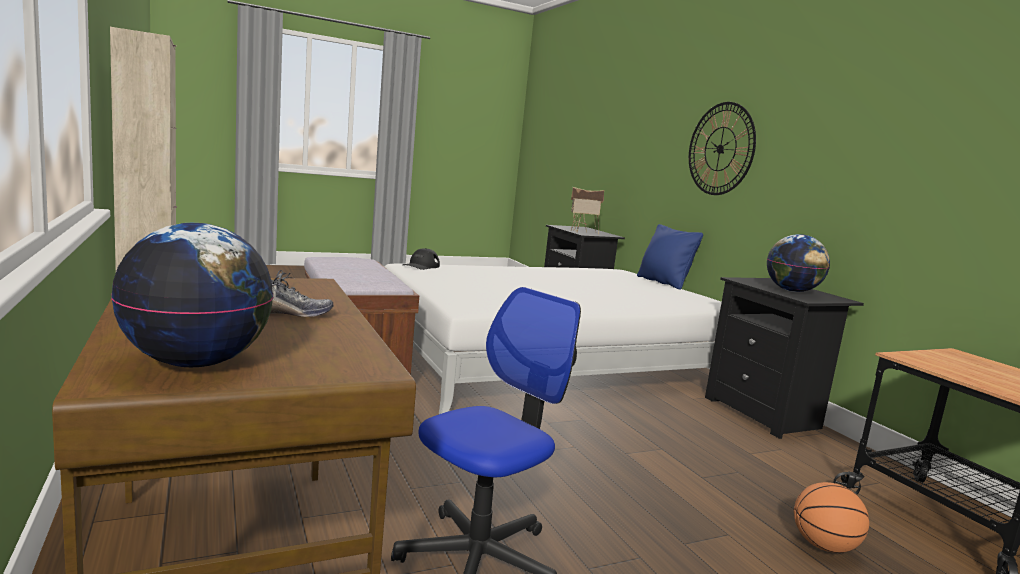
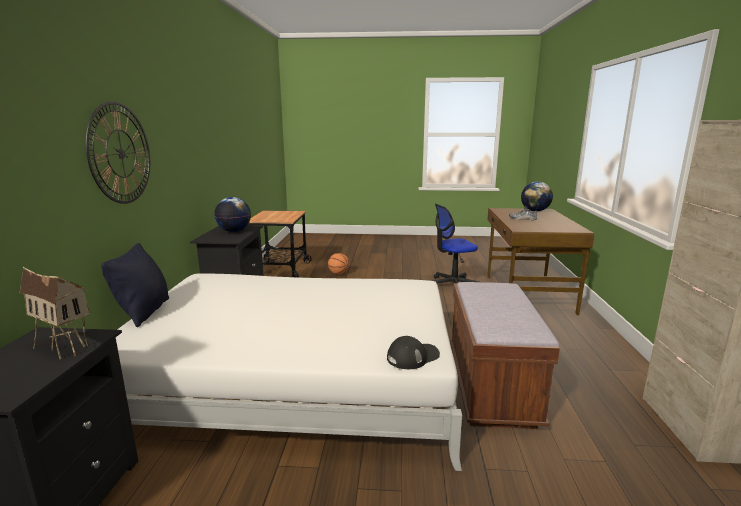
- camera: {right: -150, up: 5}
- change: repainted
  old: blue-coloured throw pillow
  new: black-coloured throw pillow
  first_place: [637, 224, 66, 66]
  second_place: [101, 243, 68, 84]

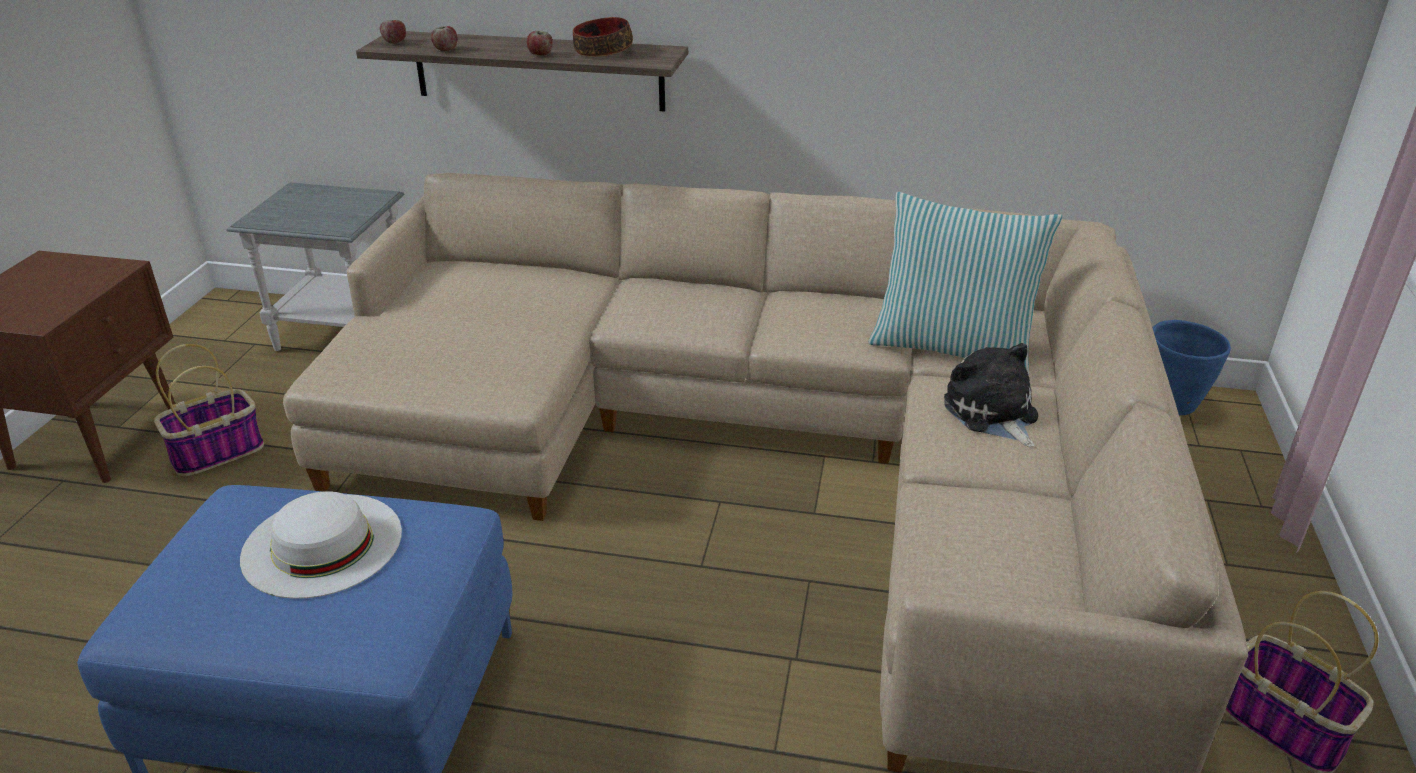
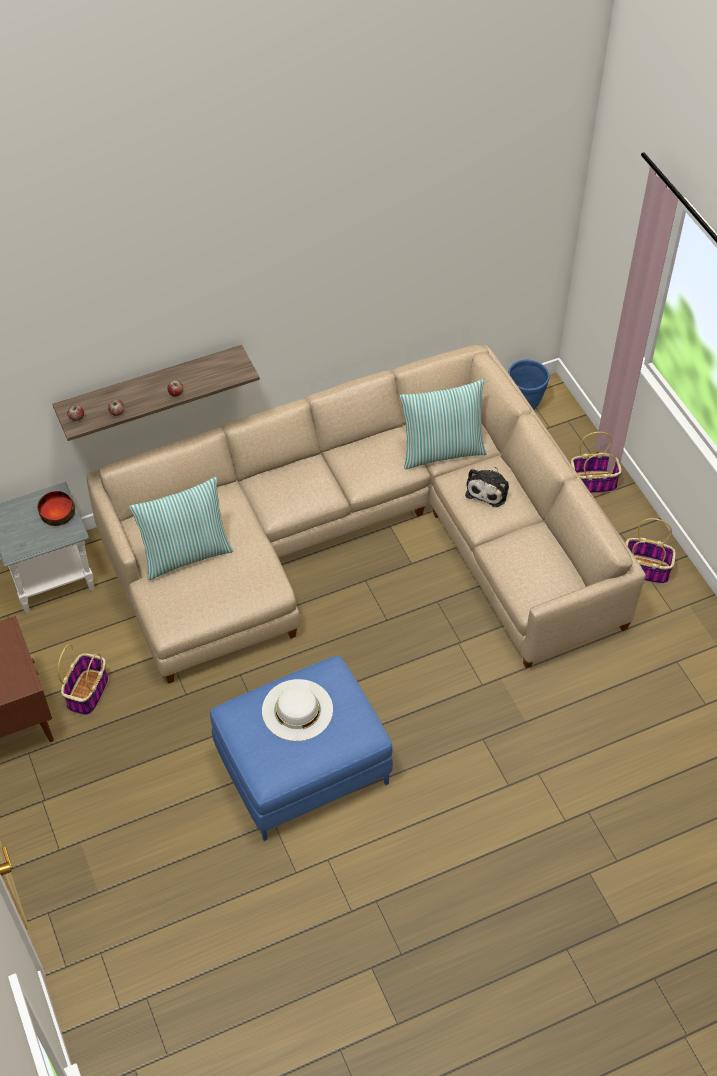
- camera: {right: -35, up: 20}
- change: shifted
  old: serving bowl
  first_place: [573, 17, 60, 40]
  second_place: [37, 491, 38, 35]
- change: rotated
  old: cuddly toy
  first_place: [944, 343, 94, 104]
  second_place: [465, 467, 44, 40]
  degrees: -105
- change: new
  new: storage basket
  second_place: [571, 432, 51, 62]
- change: new
  new: throw pillow
  second_place: [129, 477, 104, 103]

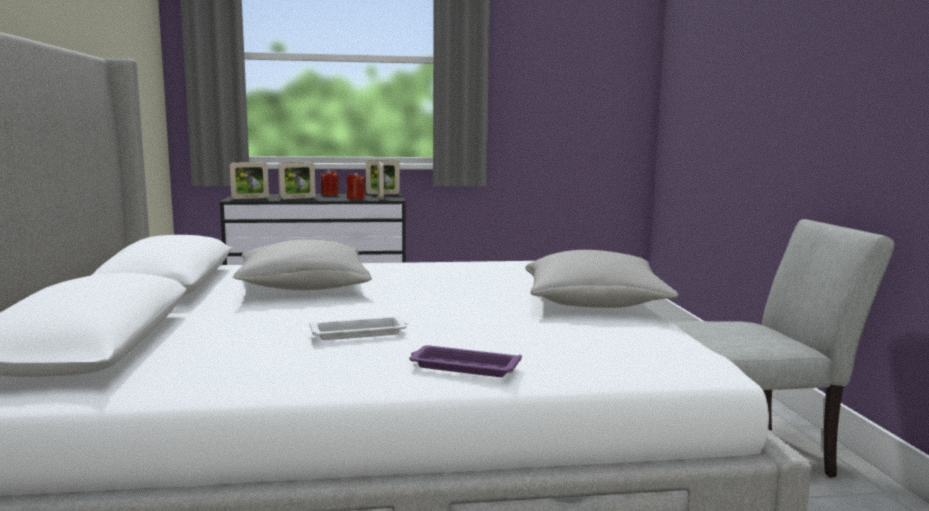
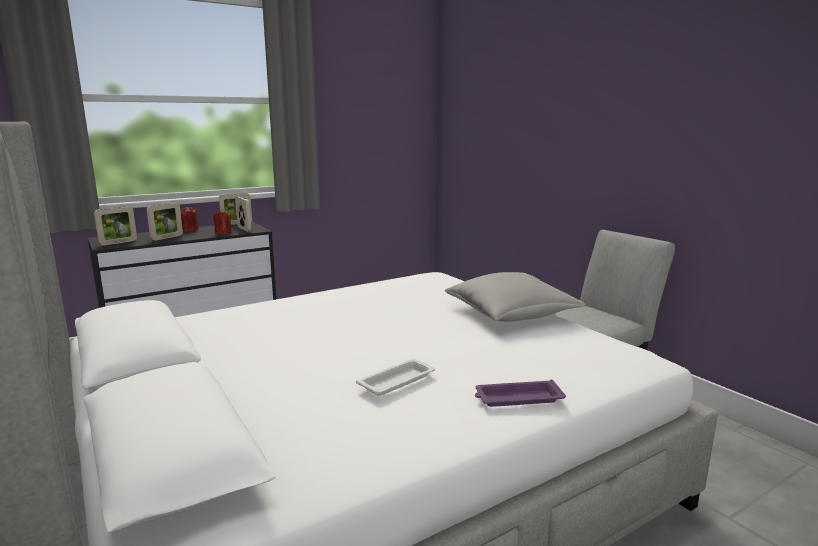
- camera: {right: -25, up: 5}
- change: gone
  old: grey throw pillow
  first_place: [233, 240, 139, 50]

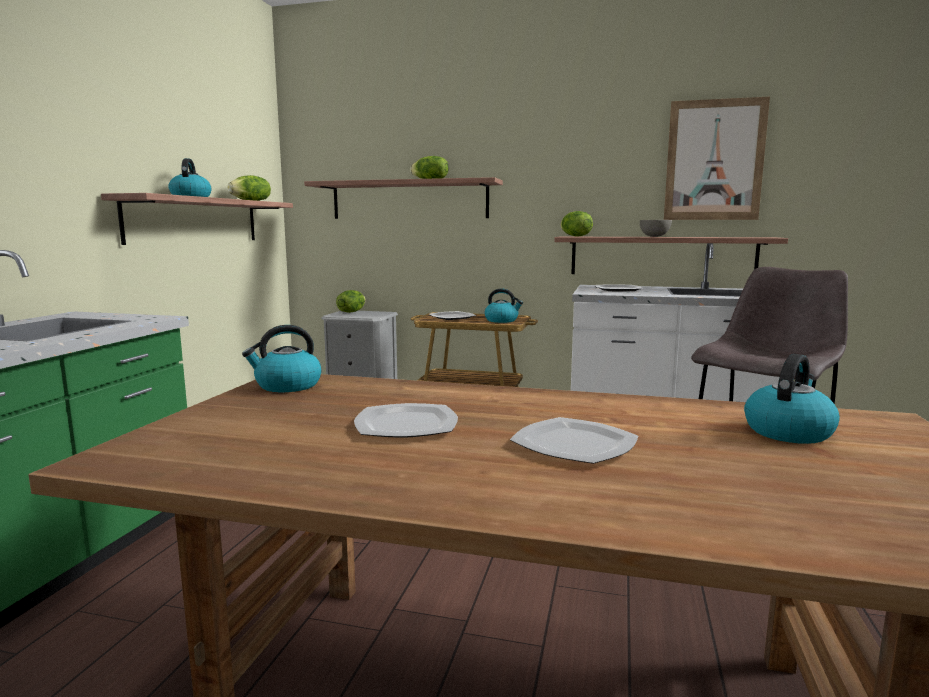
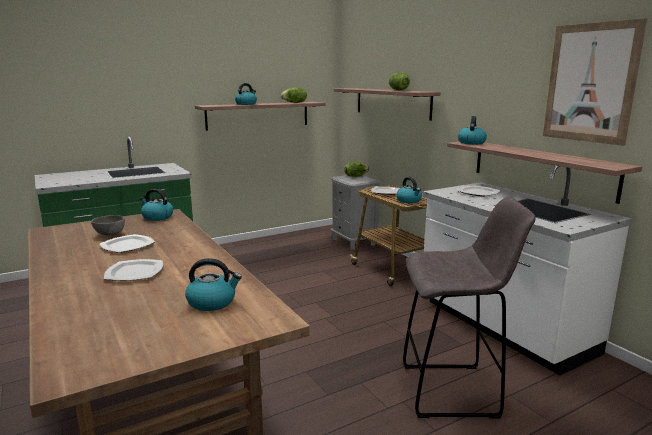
- camera: {right: 45, up: 5}
- change: swapped
  old: lettuce head
  new: tea kettle
  first_place: [560, 211, 33, 26]
  second_place: [458, 116, 29, 29]
- change: shifted
  old: grey serving bowl
  first_place: [640, 220, 32, 17]
  second_place: [91, 215, 34, 20]

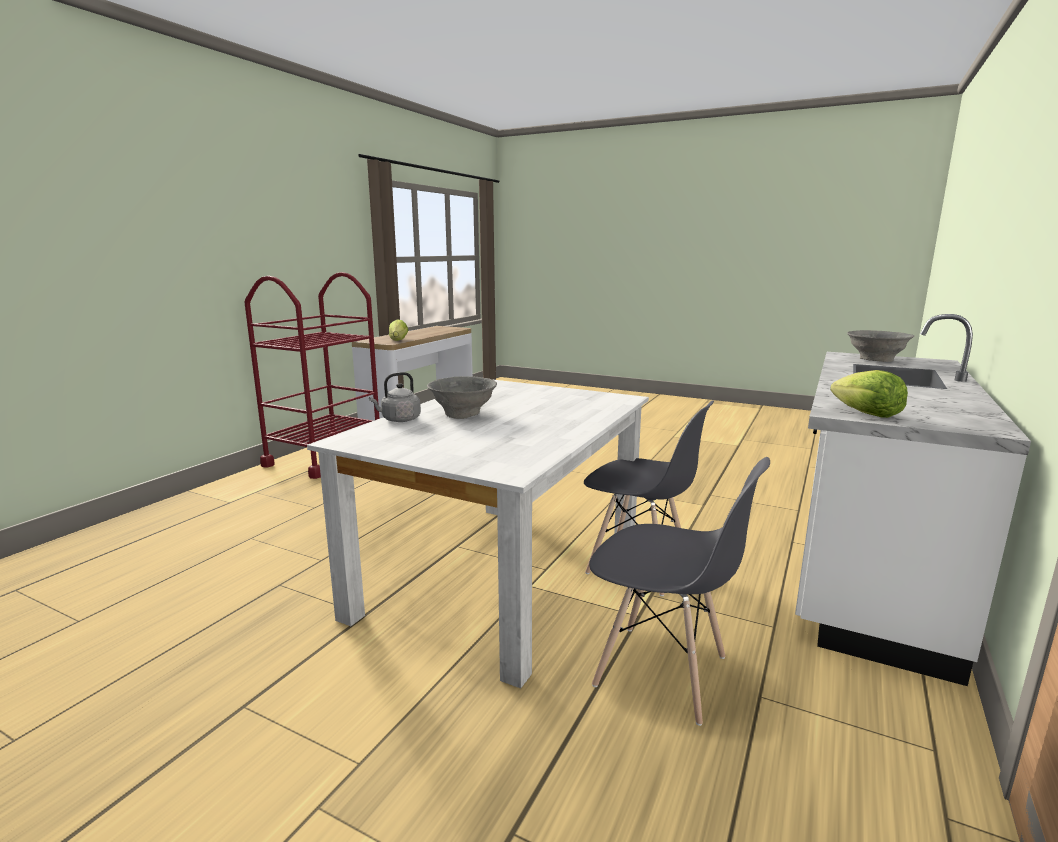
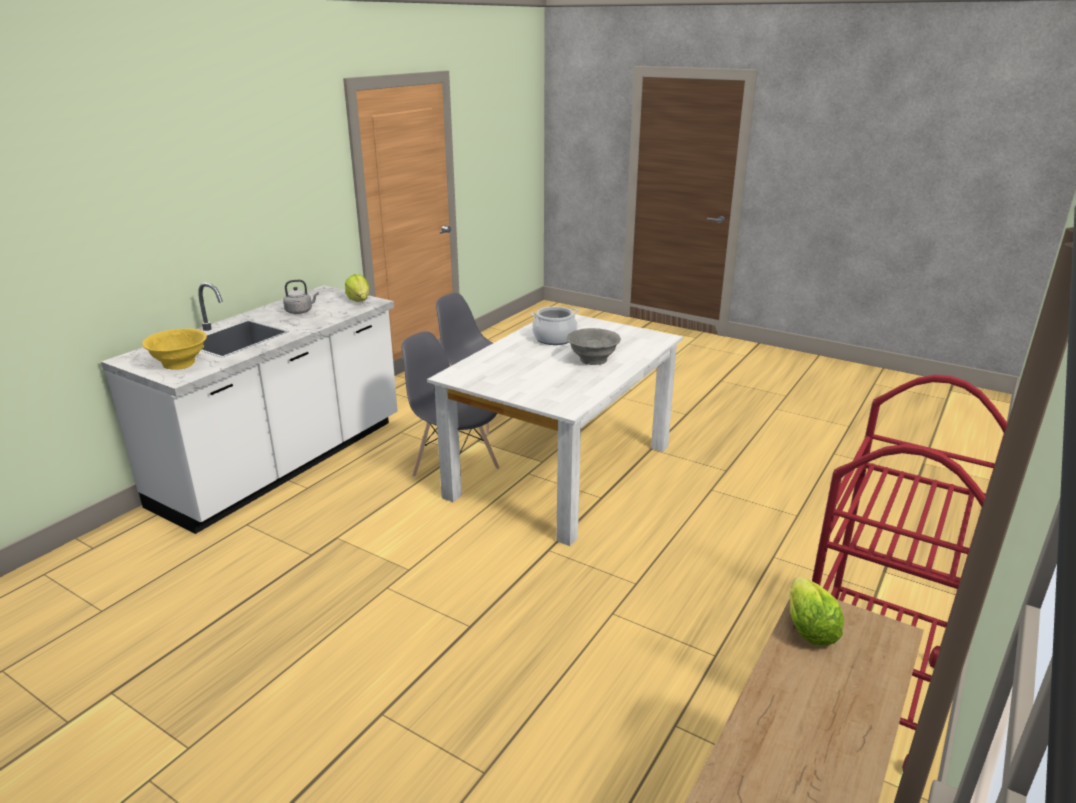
- camera: {right: -175, up: 10}
- change: repainted
  old: grey serving bowl
  new: yellowish serving bowl
  first_place: [847, 330, 67, 32]
  second_place: [142, 328, 65, 42]
- change: shifted
  old: grey tea kettle
  first_place: [369, 372, 52, 50]
  second_place: [283, 280, 36, 34]
- change: new
  new: stockpot
  second_place: [531, 307, 48, 38]

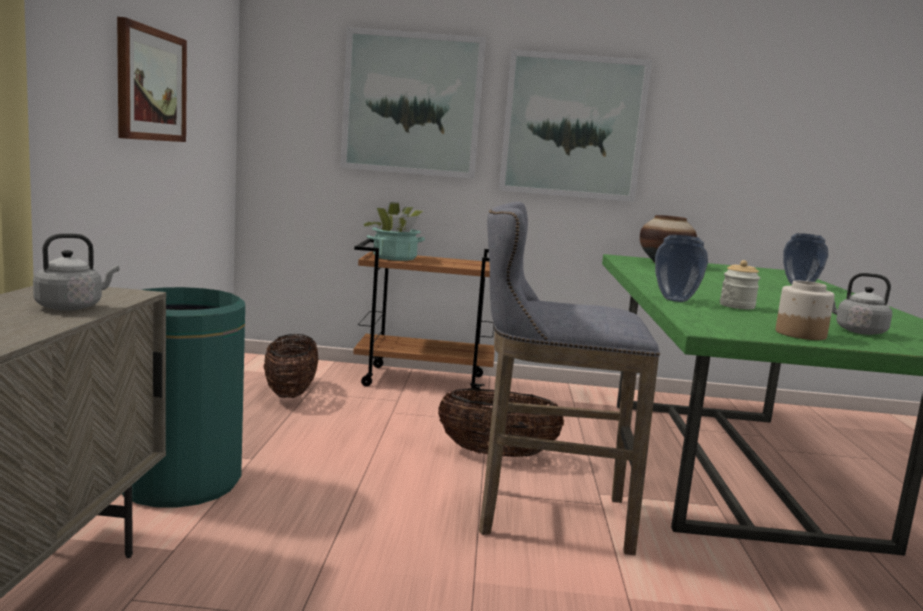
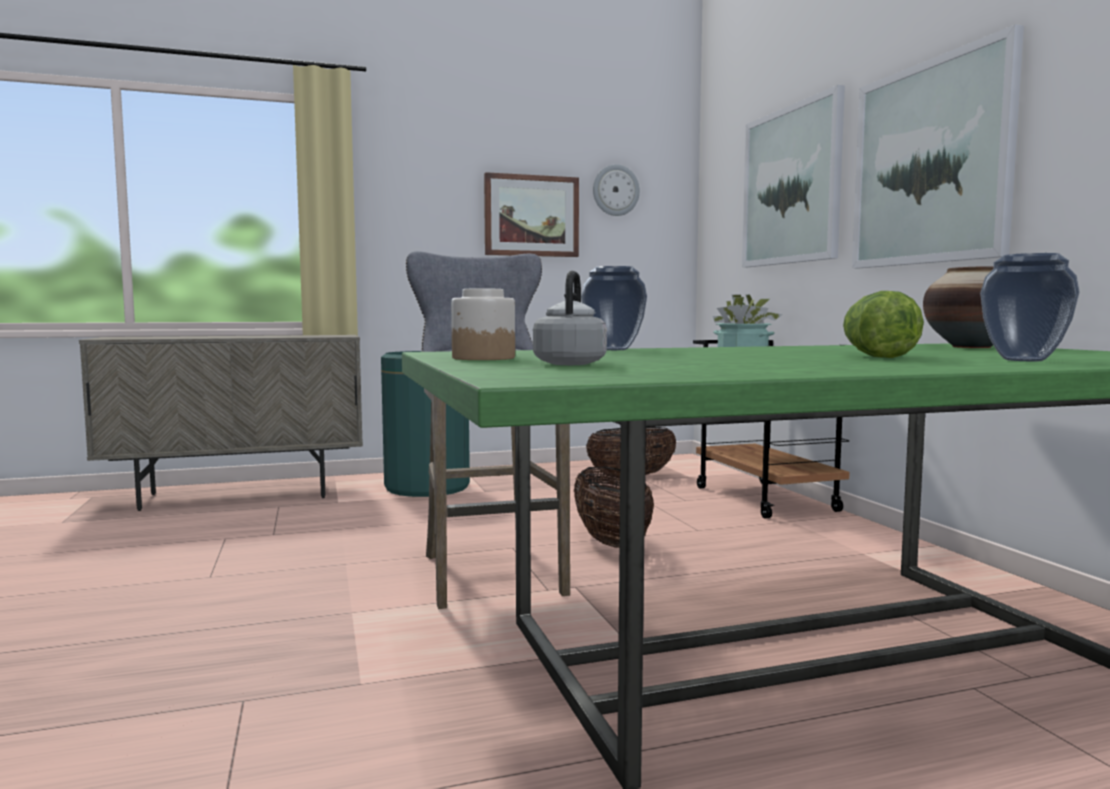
- camera: {right: 70, up: -5}
- change: gone
  old: grey tea kettle
  first_place: [33, 233, 86, 78]
- change: gone
  old: storage jar
  first_place: [720, 260, 40, 49]
- change: new
  new: clock on the wall
  second_place: [593, 164, 47, 52]
- change: new
  new: lettuce head
  second_place: [843, 291, 81, 67]

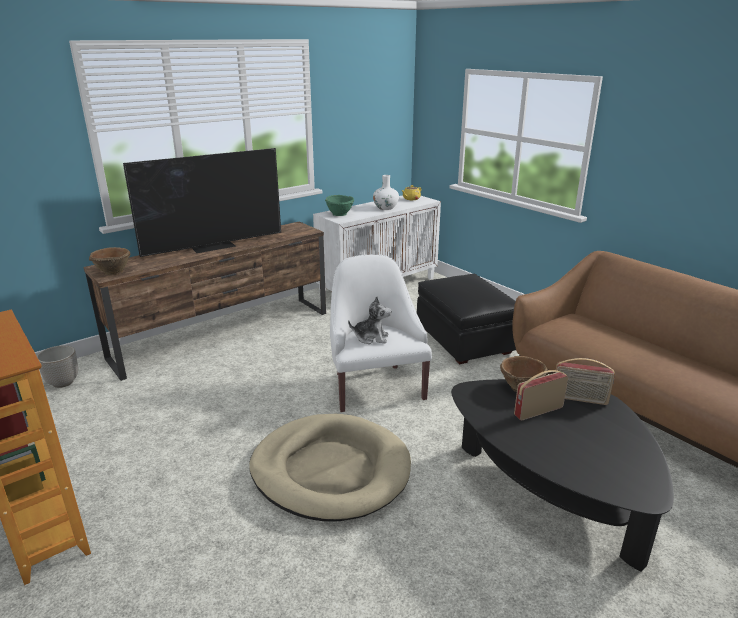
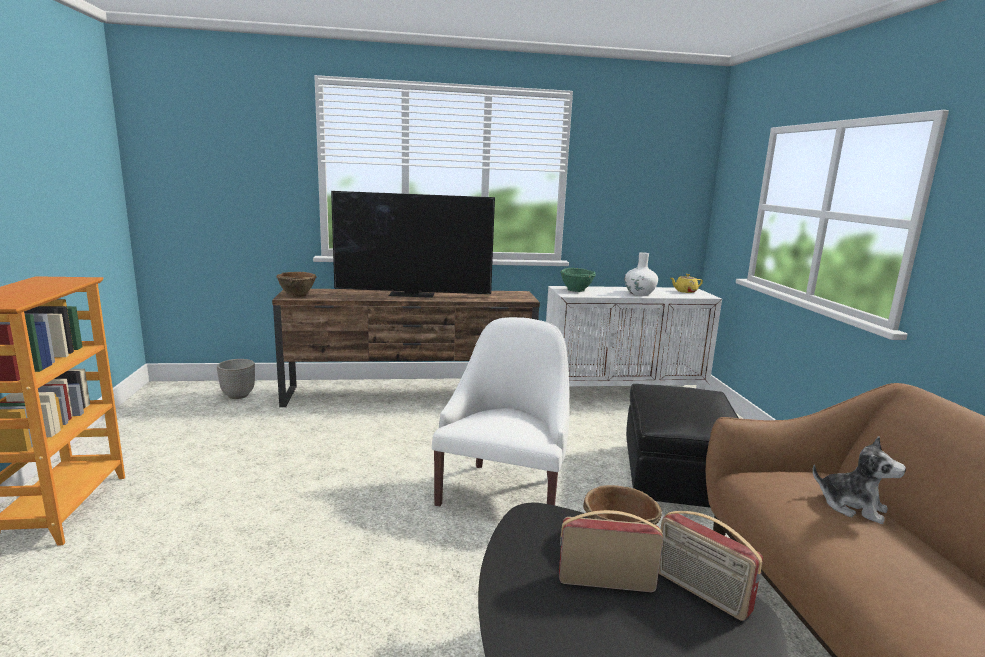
- camera: {right: 30, up: -10}
- change: shifted
  old: cuddly toy
  first_place: [348, 296, 43, 48]
  second_place: [813, 436, 93, 88]
- change: gone
  old: beige-coloured pet bed
  first_place: [249, 414, 162, 107]

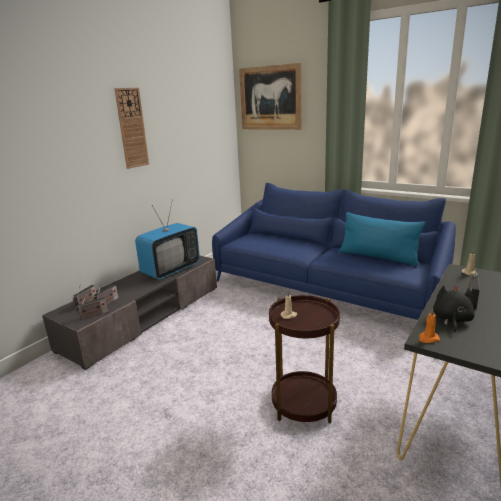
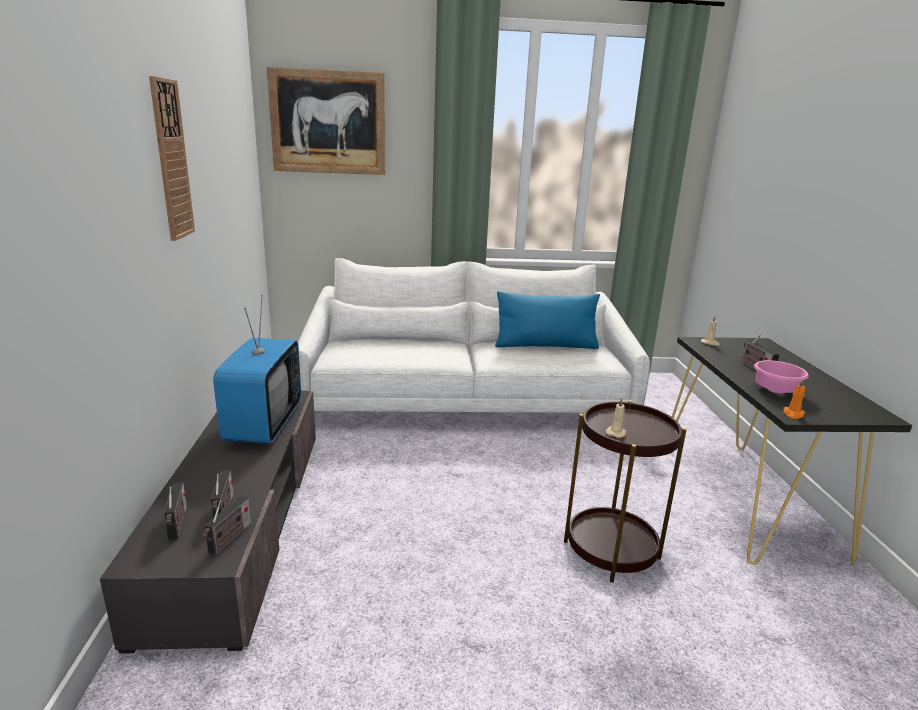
- camera: {right: -40, up: 0}
- change: repainted
  old: blue-coloured couch
  new: white couch
  first_place: [212, 183, 244, 137]
  second_place: [298, 258, 352, 155]
- change: swapped
  old: black-coloured cuddly toy
  new: pink-coloured serving bowl
  first_place: [433, 285, 42, 48]
  second_place: [754, 360, 55, 34]

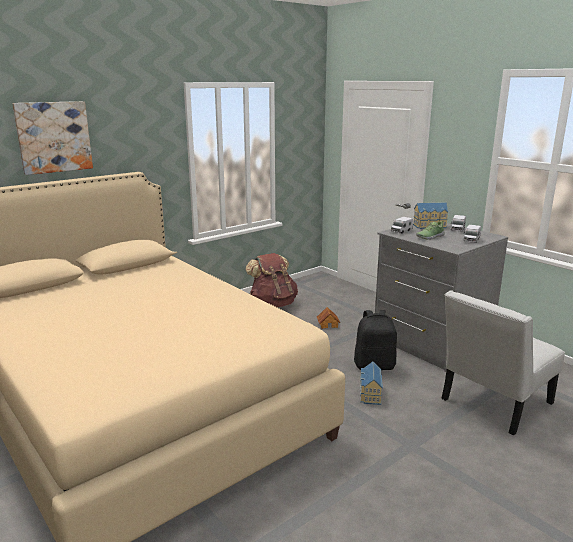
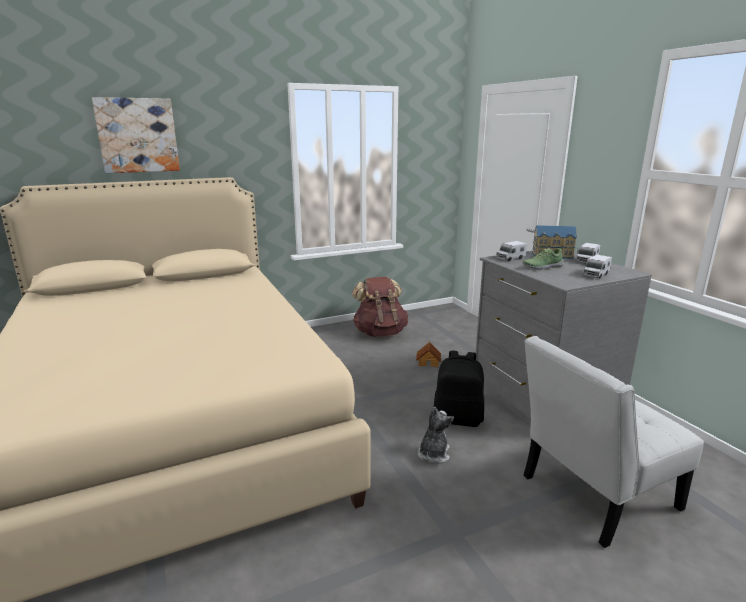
- camera: {right: 15, up: 0}
- change: swapped
  old: miniature house
  new: cuddly toy
  first_place: [360, 362, 23, 43]
  second_place: [418, 406, 36, 58]

